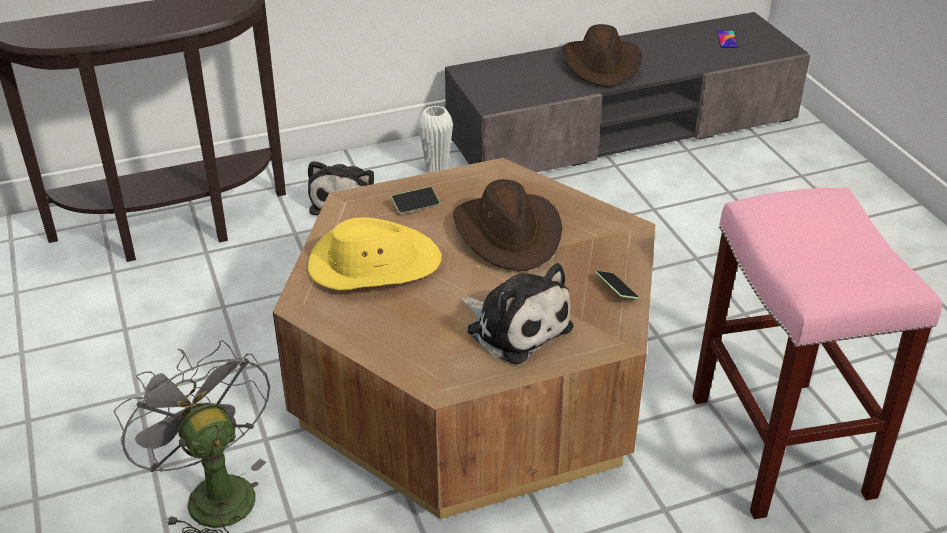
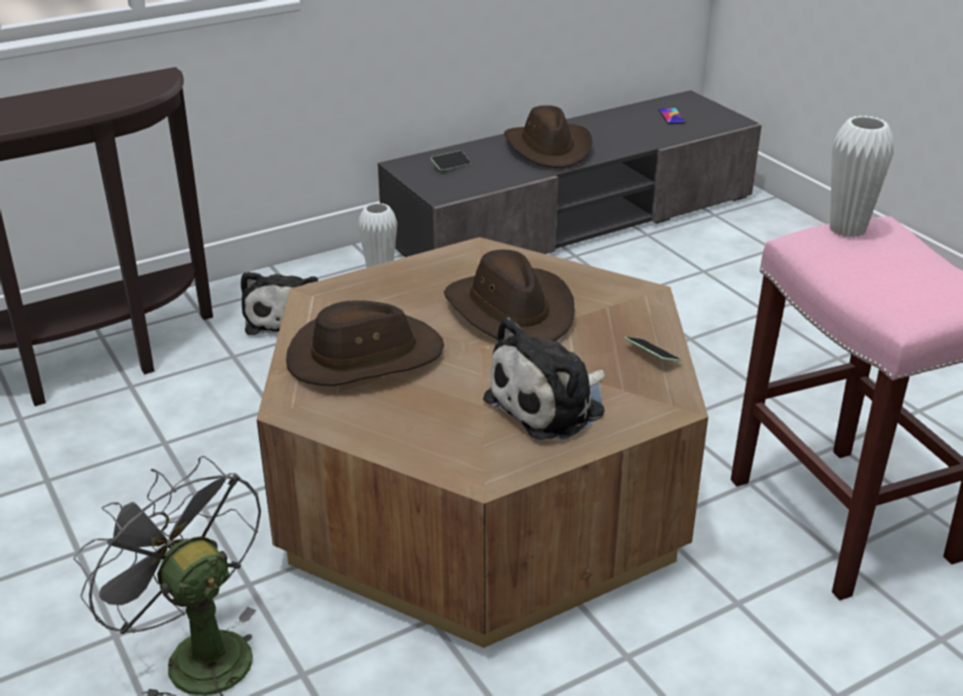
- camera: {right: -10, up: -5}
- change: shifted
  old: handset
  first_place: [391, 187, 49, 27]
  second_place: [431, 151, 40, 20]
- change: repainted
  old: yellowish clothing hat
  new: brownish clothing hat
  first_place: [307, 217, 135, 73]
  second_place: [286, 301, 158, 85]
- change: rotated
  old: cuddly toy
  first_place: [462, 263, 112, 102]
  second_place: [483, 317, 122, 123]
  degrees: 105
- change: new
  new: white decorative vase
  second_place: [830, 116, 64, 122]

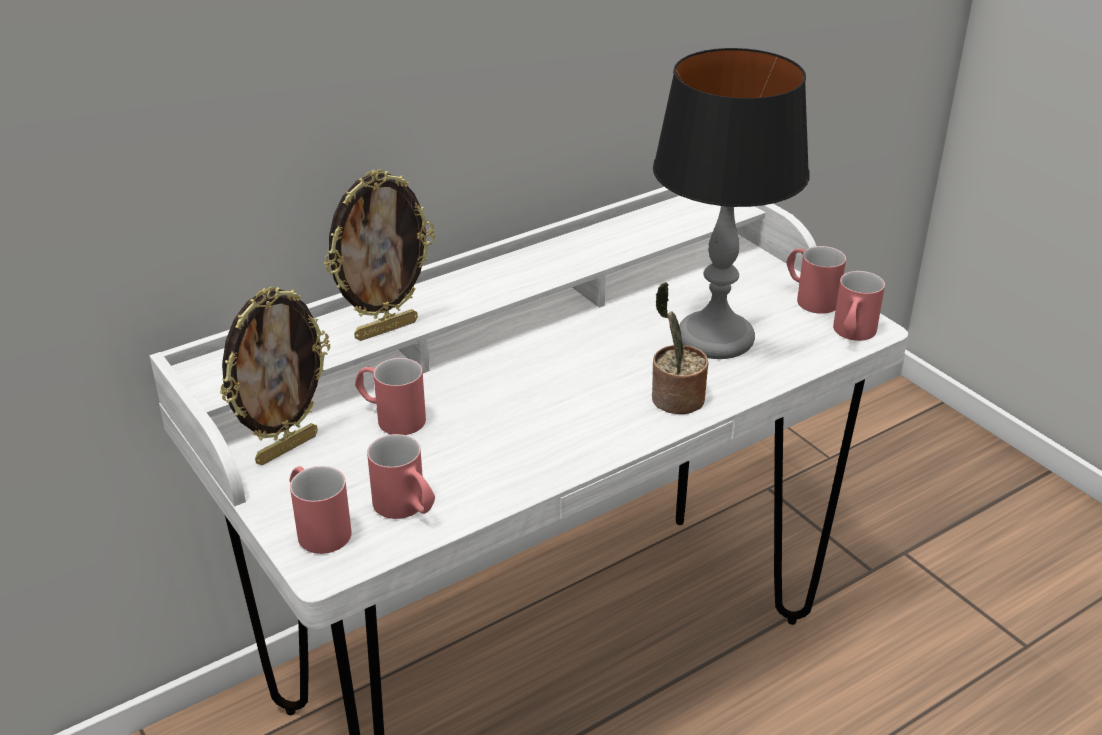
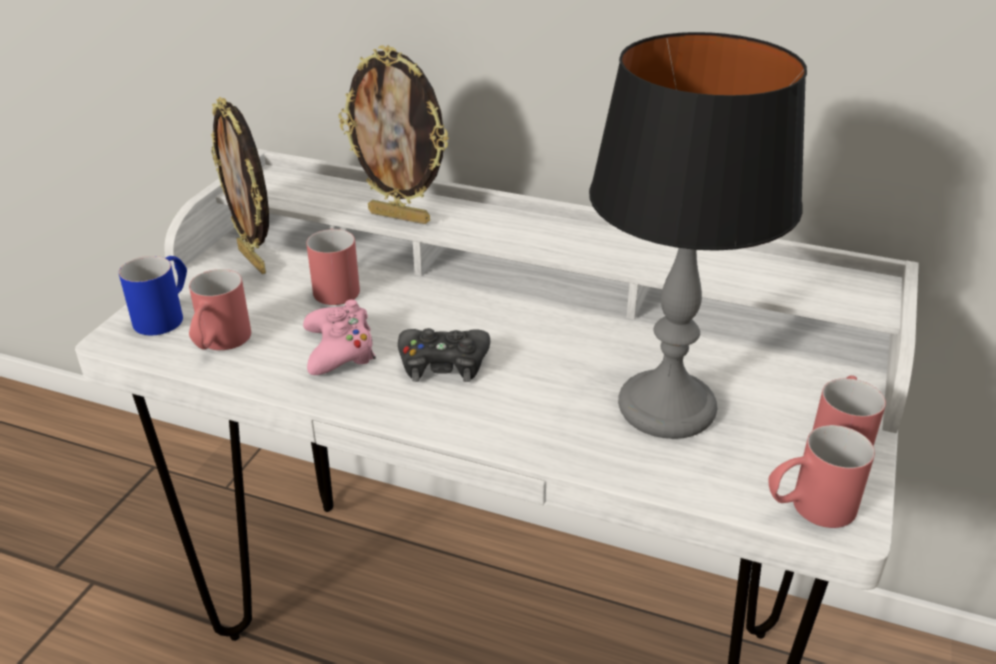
- camera: {right: 55, up: 0}
- change: gone
  old: potted plant
  first_place: [652, 282, 56, 132]
- change: rotated
  old: standing frame
  first_place: [220, 287, 110, 178]
  second_place: [211, 97, 58, 177]
  degrees: 45
- change: repainted
  old: red mug
  new: blue-coloured mug
  first_place: [289, 466, 63, 88]
  second_place: [119, 256, 68, 79]
- change: new
  new: pink-coloured game controller
  second_place: [303, 300, 73, 75]
- change: new
  new: black-coloured game controller
  second_place: [398, 328, 92, 54]

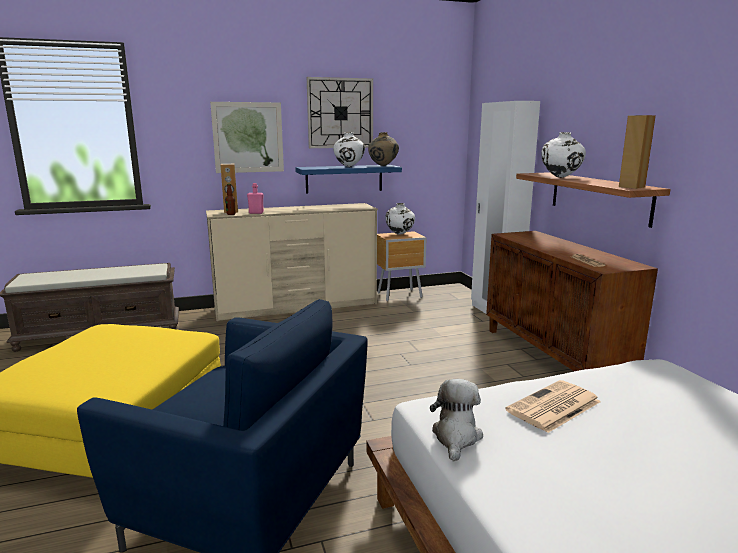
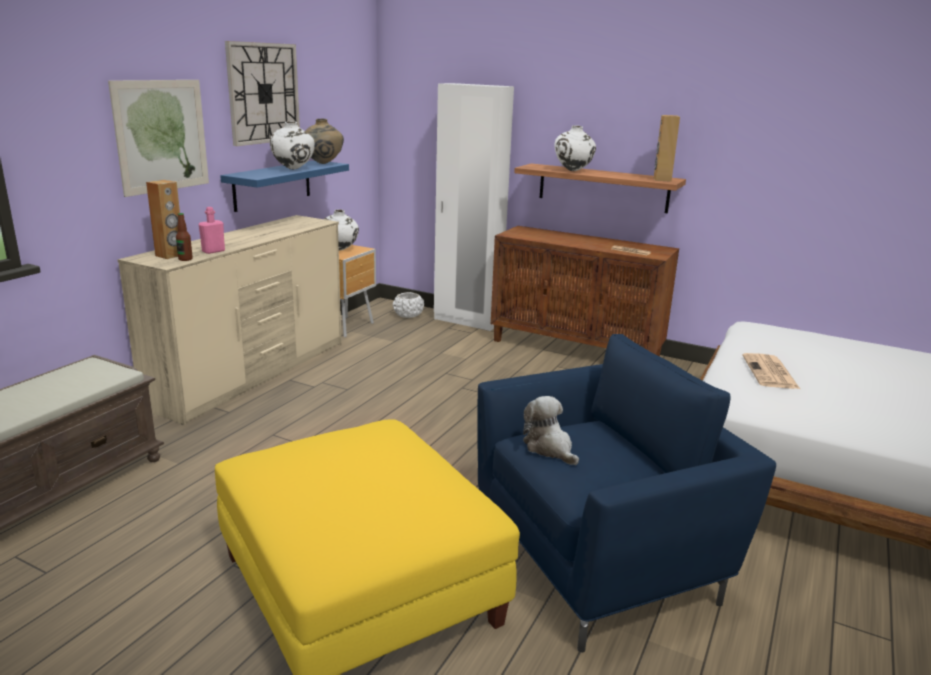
- camera: {right: -45, up: 5}
- change: shifted
  old: cuddly toy
  first_place: [430, 379, 53, 83]
  second_place: [523, 396, 56, 69]
- change: new
  new: white flower pot
  second_place: [393, 292, 31, 26]

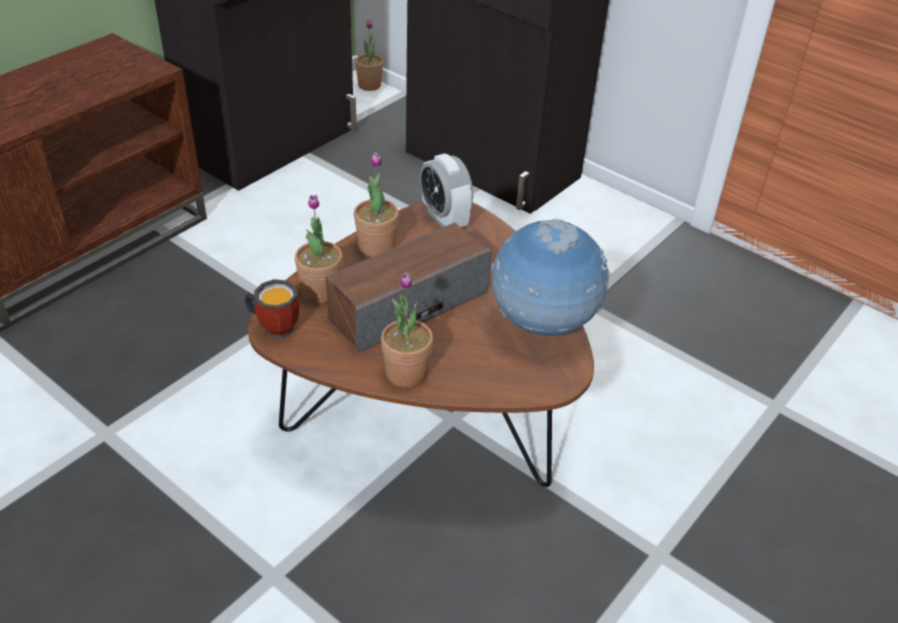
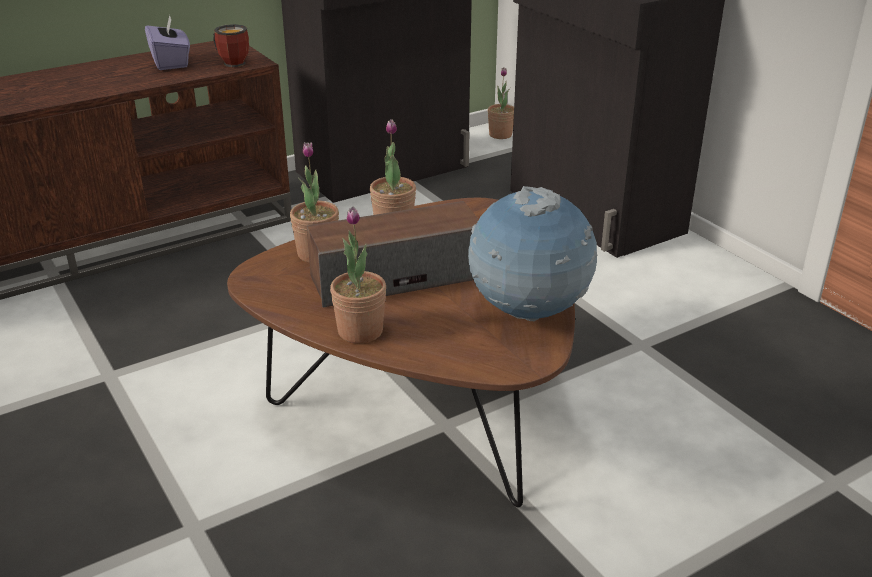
- camera: {right: 20, up: -10}
- change: gone
  old: table clock
  first_place: [420, 153, 53, 74]
- change: shifted
  old: mug
  first_place: [244, 279, 55, 59]
  second_place: [213, 24, 36, 43]
- change: new
  new: purplish tissue box
  second_place: [145, 15, 45, 55]

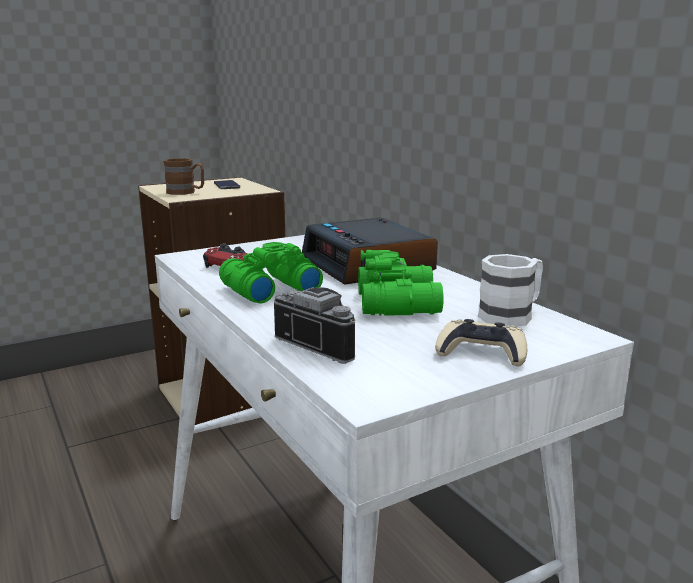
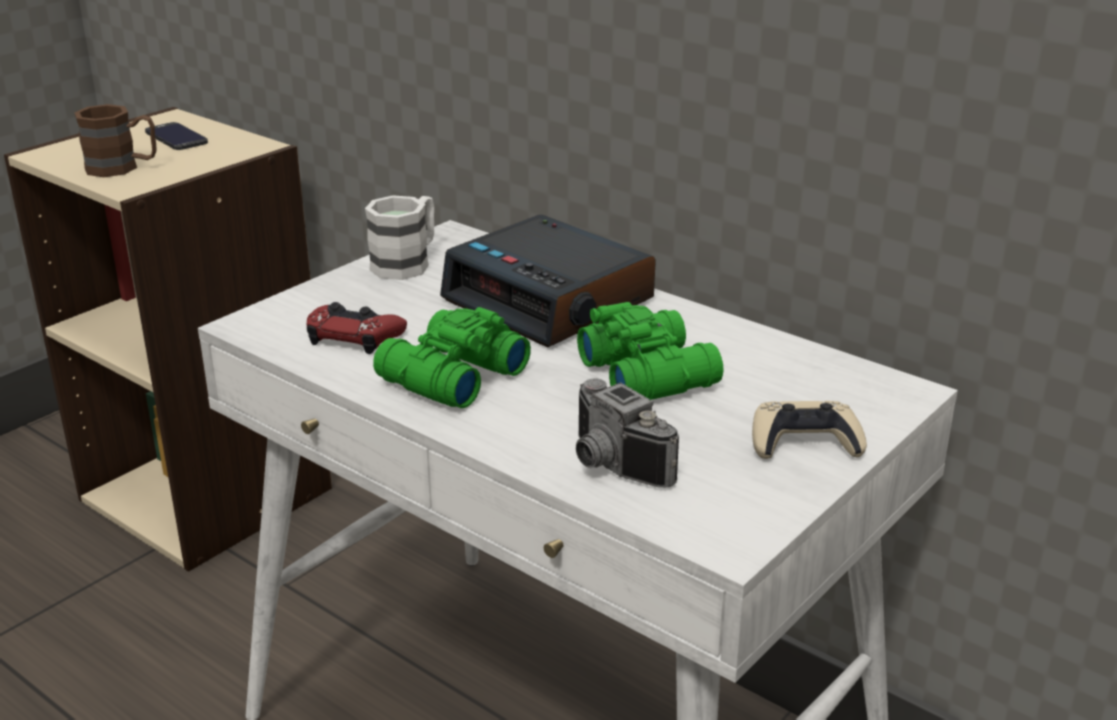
- camera: {right: -20, up: 10}
- change: shifted
  old: white mug
  first_place: [478, 254, 65, 73]
  second_place: [365, 195, 69, 85]
- change: rotated
  old: photo camera
  first_place: [274, 287, 82, 77]
  second_place: [576, 378, 103, 110]
  degrees: -150

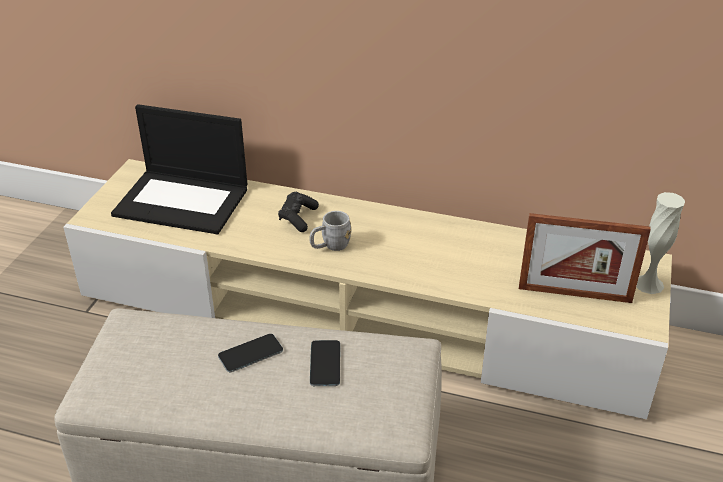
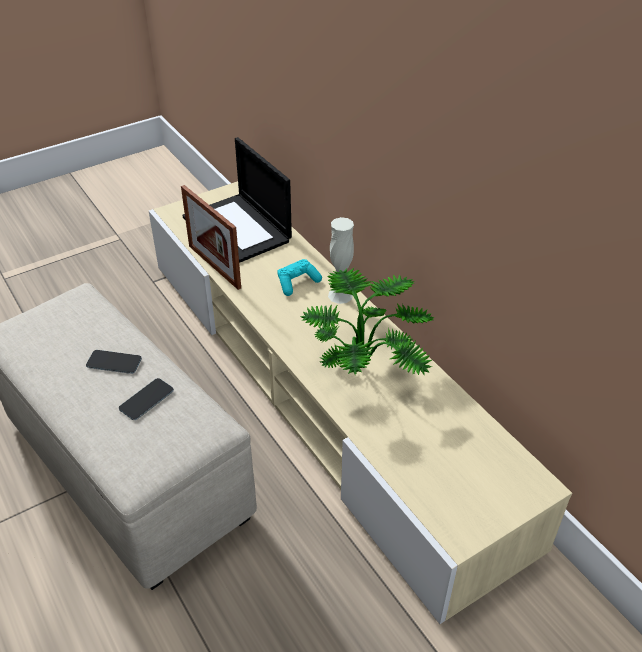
- camera: {right: 40, up: 5}
- change: repainted
  old: black-coloured game controller
  new: turquoise game controller
  first_place: [278, 192, 41, 40]
  second_place: [277, 259, 45, 37]
- change: shifted
  old: white decorative vase
  first_place: [636, 192, 49, 102]
  second_place: [328, 217, 26, 87]
- change: gone
  old: grey mug
  first_place: [309, 211, 43, 40]
- change: shifted
  old: standing frame
  first_place: [519, 213, 132, 90]
  second_place: [181, 185, 60, 105]
- change: new
  new: potted plant
  second_place: [300, 268, 134, 108]

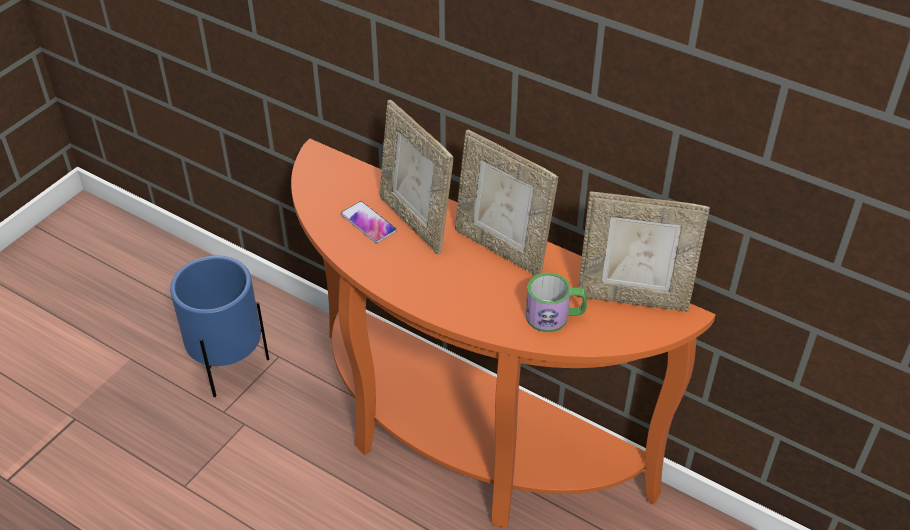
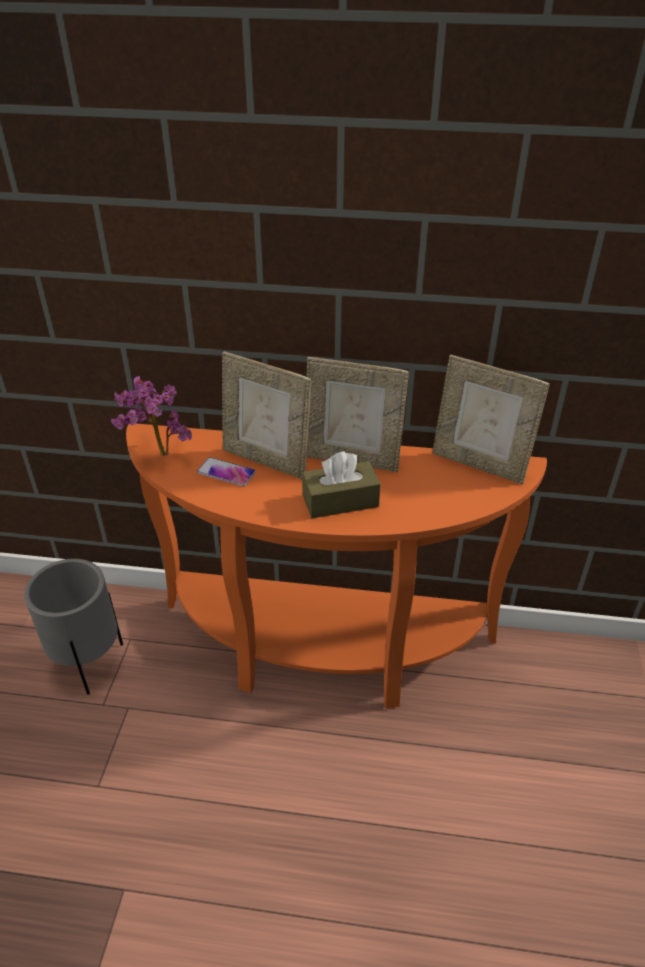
- camera: {right: -25, up: -5}
- change: rotated
  old: standing frame
  first_place: [577, 191, 133, 121]
  second_place: [432, 355, 118, 129]
  degrees: 45
- change: repainted
  old: blue-coloured flower pot
  new: grey flower pot
  first_place: [170, 256, 99, 141]
  second_place: [24, 559, 99, 136]
- change: gone
  old: mug
  first_place: [526, 273, 61, 59]
- change: new
  new: potted plant
  second_place: [111, 376, 81, 80]
- change: new
  new: brownish tissue box
  second_place: [302, 451, 79, 67]

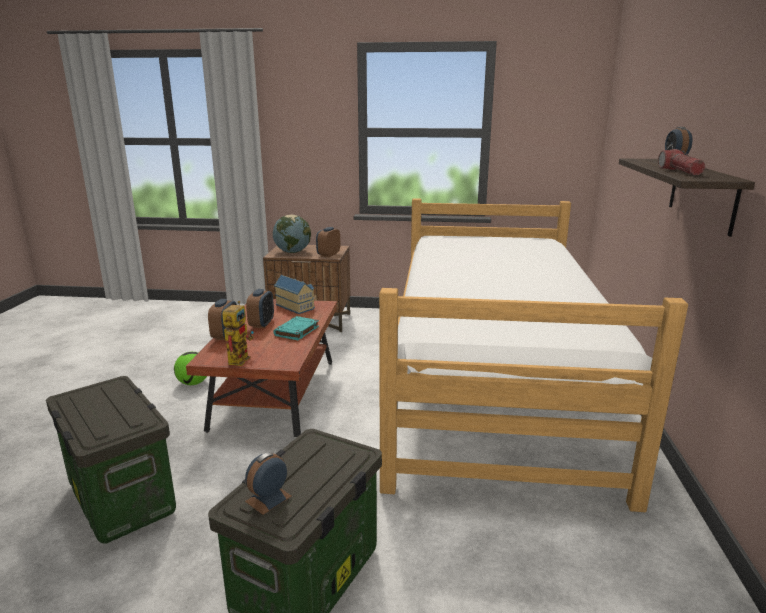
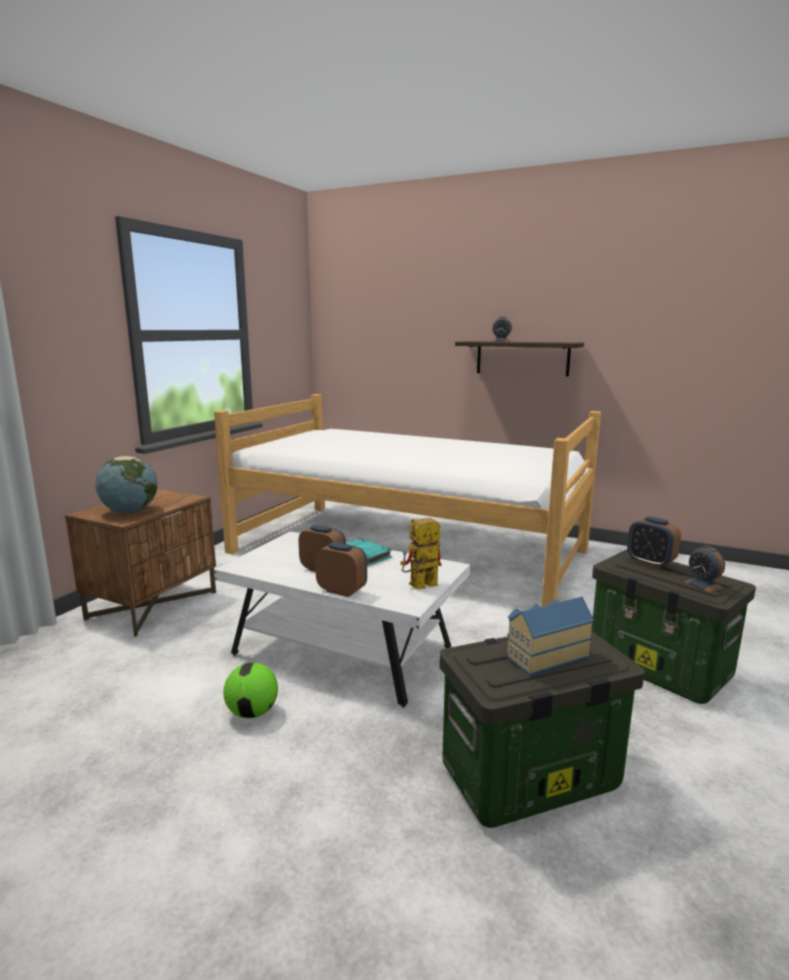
- camera: {right: -70, up: -5}
- change: gone
  old: torch
  first_place: [658, 149, 47, 26]
- change: shifted
  old: table clock
  first_place: [316, 227, 24, 30]
  second_place: [627, 516, 54, 52]
- change: shifted
  old: miniature house
  first_place: [274, 275, 41, 39]
  second_place: [506, 597, 88, 79]
- change: repainted
  old: brownish coffee table
  new: white coffee table
  first_place: [186, 299, 151, 139]
  second_place: [214, 532, 256, 176]
- change: rotated
  old: toy robot
  first_place: [222, 301, 32, 65]
  second_place: [400, 518, 42, 72]
  degrees: -60

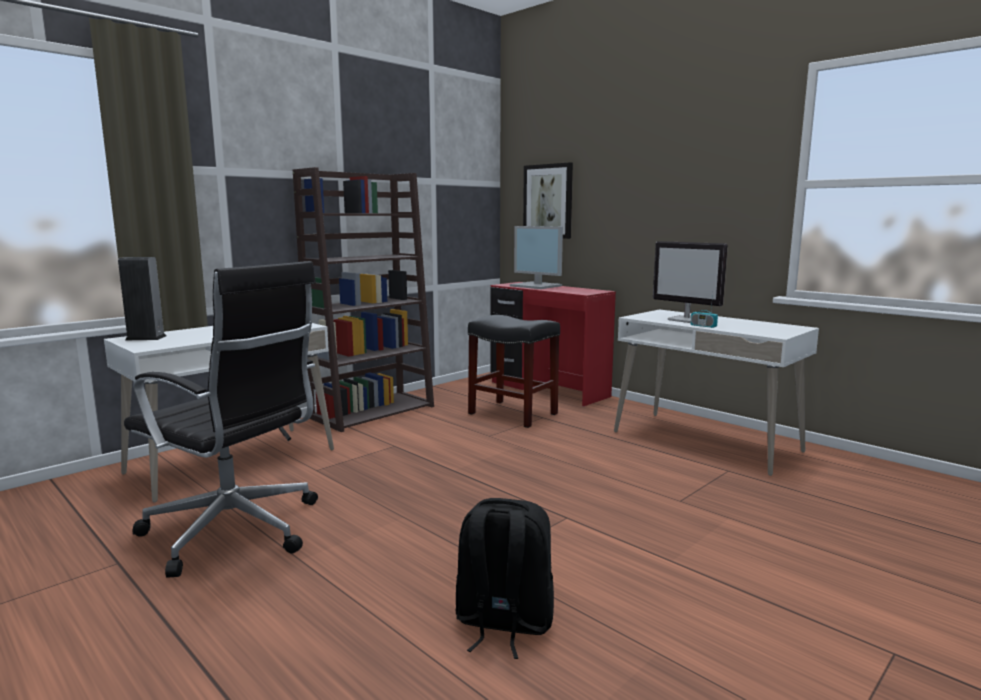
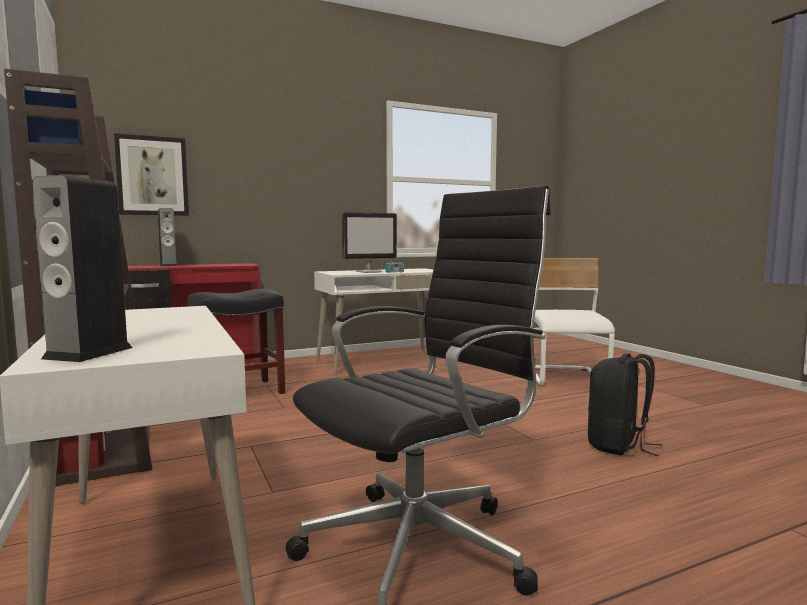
- camera: {right: -70, up: -5}
- change: swapped
  old: computer display
  new: speaker
  first_place: [510, 226, 53, 63]
  second_place: [157, 208, 21, 59]
- change: new
  new: white upright chair
  second_place: [534, 258, 81, 127]

